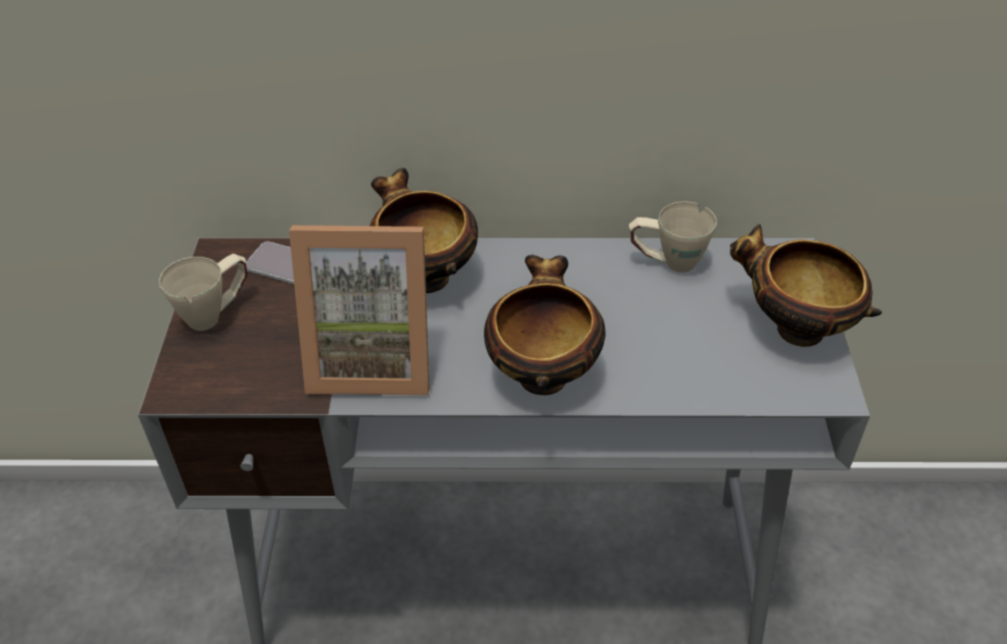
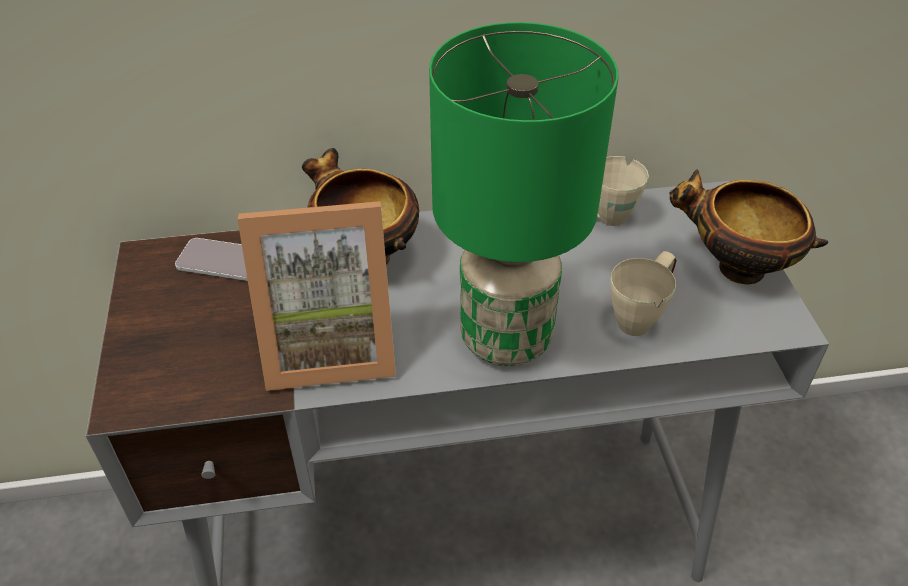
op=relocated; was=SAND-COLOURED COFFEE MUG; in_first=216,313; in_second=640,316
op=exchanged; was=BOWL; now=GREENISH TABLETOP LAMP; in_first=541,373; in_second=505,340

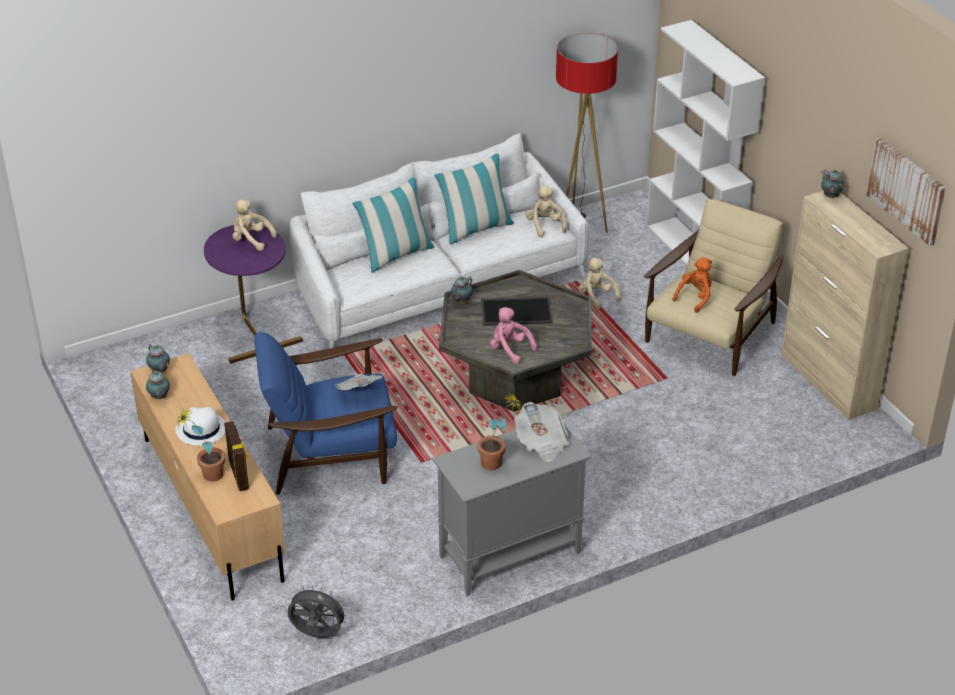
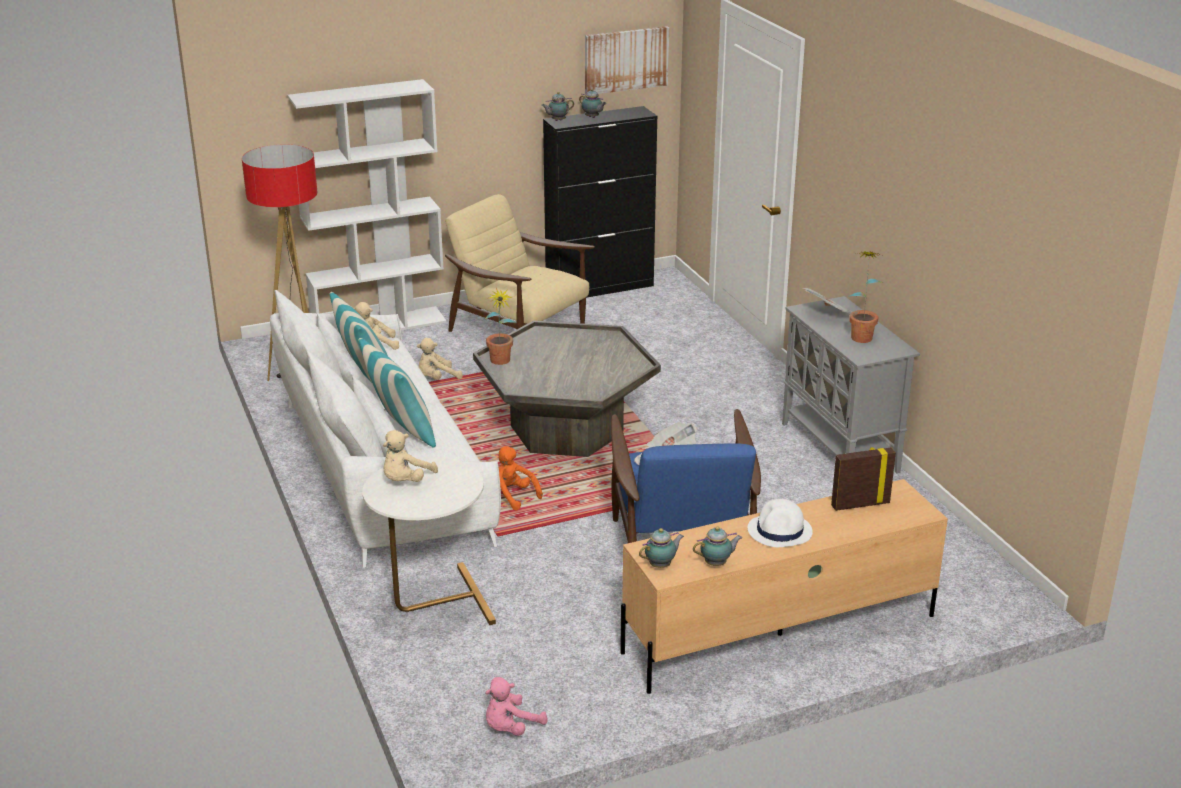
op=colour; was=SAND-COLOURED CUPBOARD; now=BLACK-COLOURED CUPBOARD; in_first=829,382; in_second=600,287
op=colour; was=PURPLE SIDE TABLE; now=WHITE-COLOURED SIDE TABLE; in_first=254,332; in_second=432,605
op=relocated; was=ORANGEY SOFT TOY; in_first=695,298; in_second=512,496
op=relocated; was=TEAPOT; in_first=461,301; in_second=592,117
op=missing; was=SERVING TRAY; in_first=517,311
op=relocated; was=PINK-COLOURED SOFT TOY; in_first=509,349; in_second=511,727
op=relocated; was=POTTED PLANT; in_first=206,475; in_second=500,363
op=missing; was=GREYISH ELECTRIC FAN; in_first=317,635

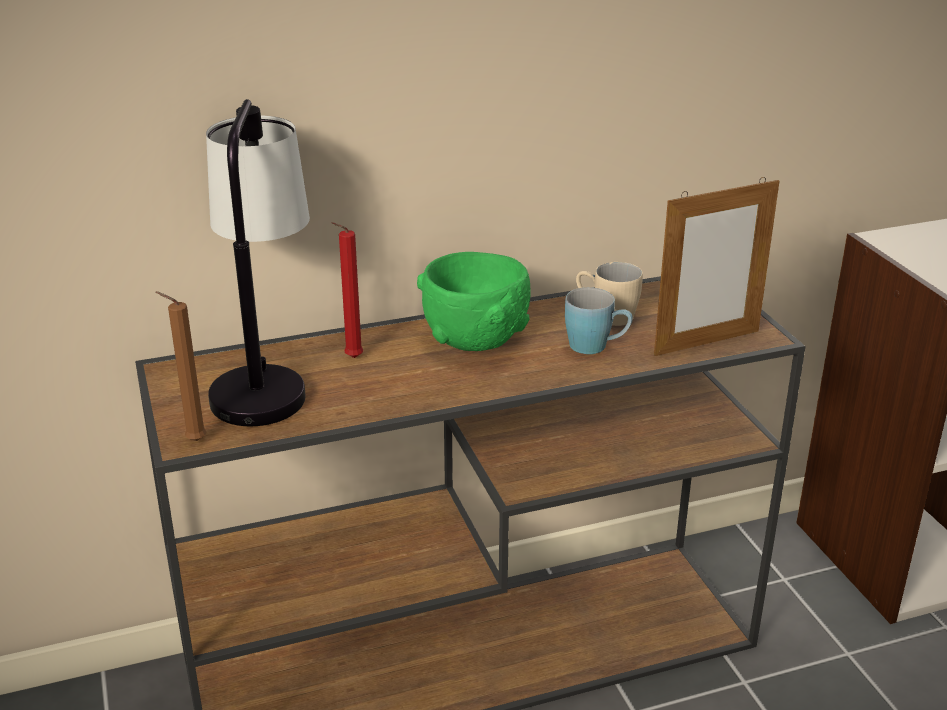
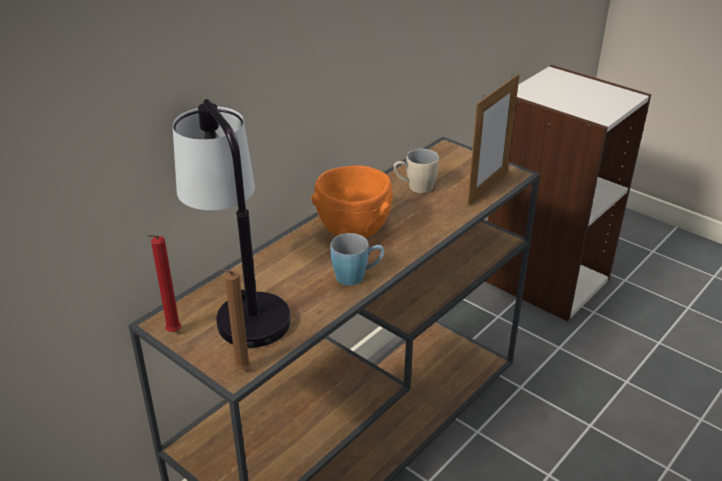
op=relocated; was=REDDISH WAX CANDLE; in_first=351,358; in_second=172,333
op=colour; was=GREENISH BOWL; now=ORANGEY BOWL; in_first=476,341; in_second=354,230
op=relocated; was=BLUE COFFEE MUG; in_first=596,347; in_second=357,276

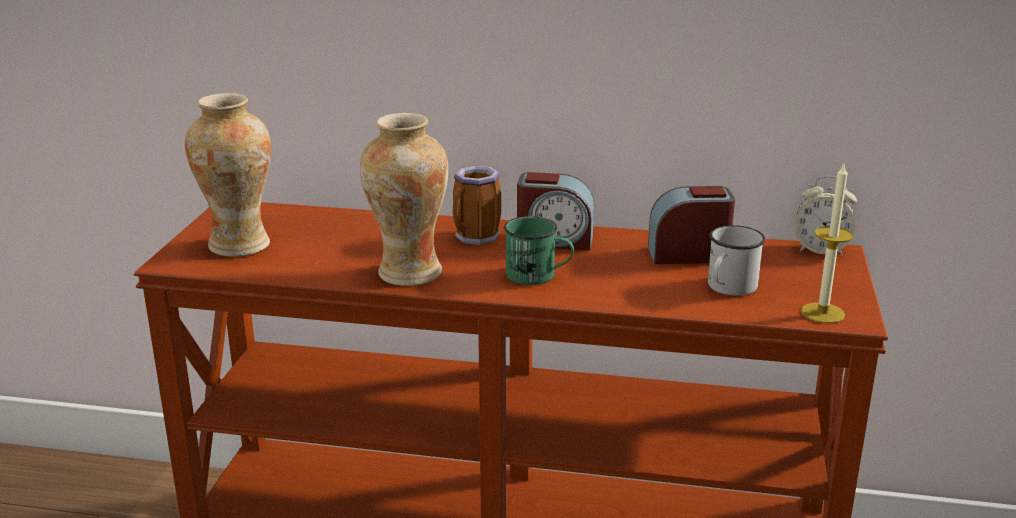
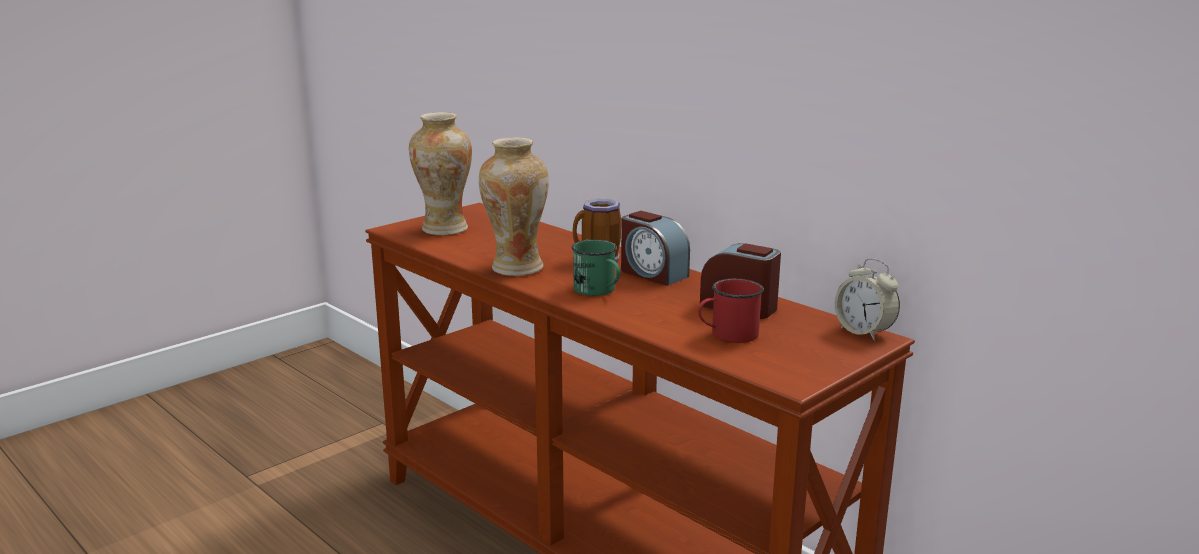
op=missing; was=WAX CANDLE; in_first=822,313
op=colour; was=WHITE-COLOURED COFFEE MUG; now=REDDISH COFFEE MUG; in_first=728,288; in_second=727,335

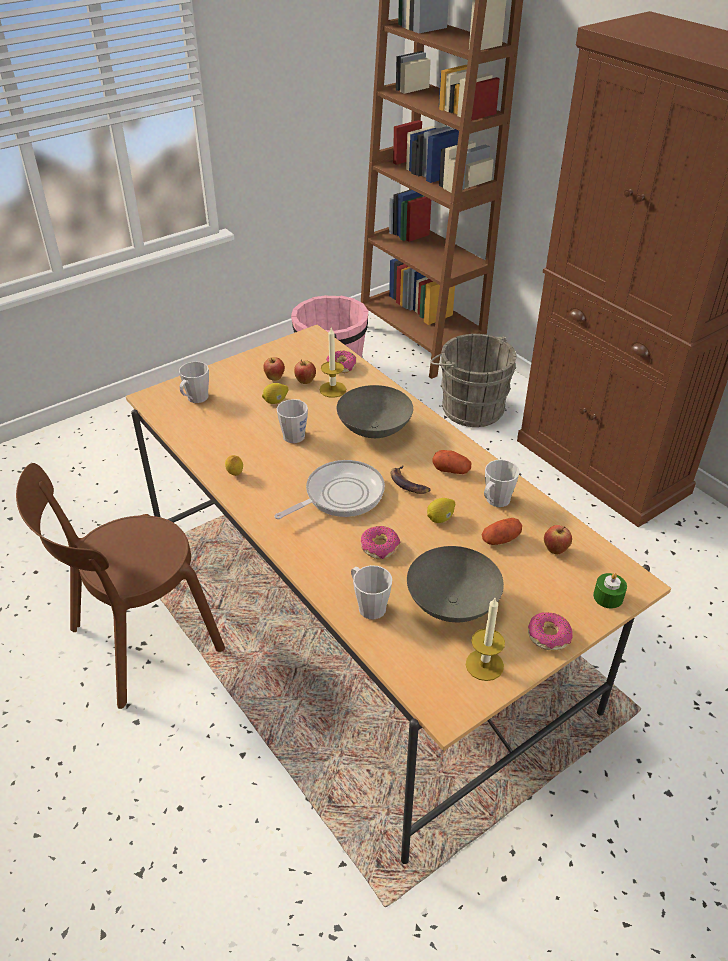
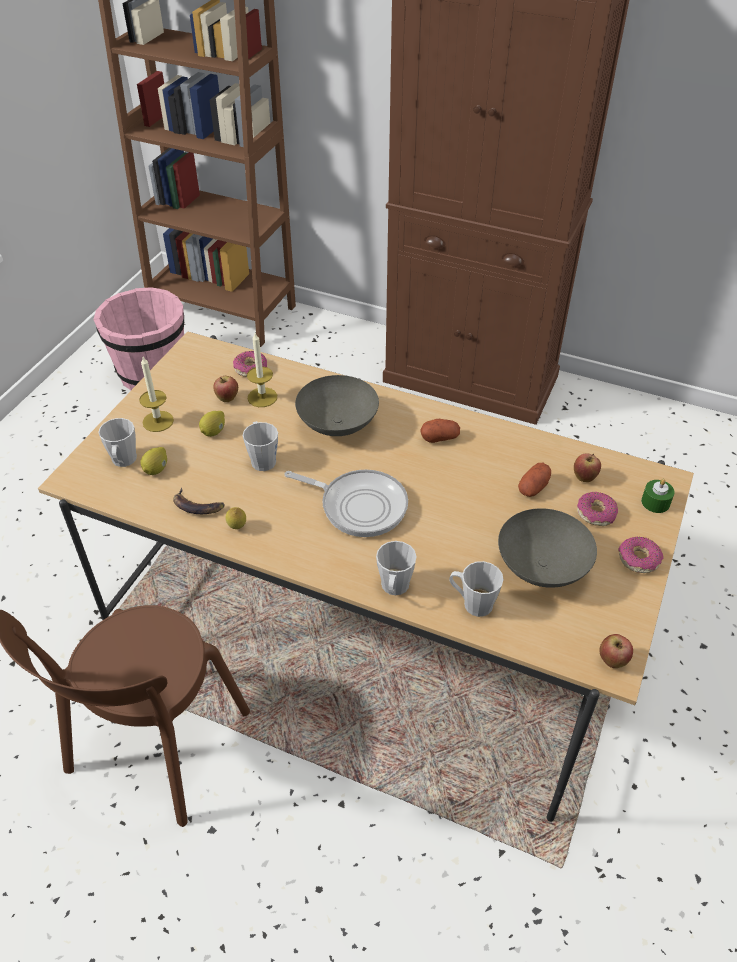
op=missing; was=GREYISH PAIL; in_first=469,407
op=relocated; was=APPLE FRUIT; in_first=274,378; in_second=612,661
op=spun; was=FRYING PAN; in_first=340,495; in_second=359,505; clockwise=90
op=relocated; was=GREYISH COFFEE MUG; in_first=495,501; in_second=394,588
op=relocated; was=BANANA; in_first=408,483; in_second=197,506
op=relocated; was=LEMON; in_first=440,518; in_second=156,469
op=relocated; was=RING DOUGHNUT; in_first=380,547; in_second=596,513
op=relocated; was=WAX CANDLE; in_first=484,665; in_second=158,421

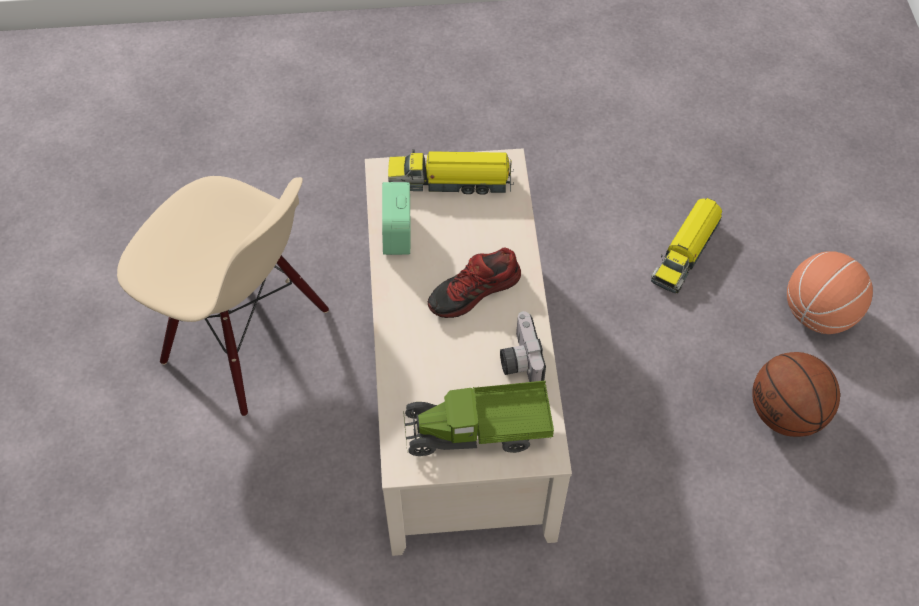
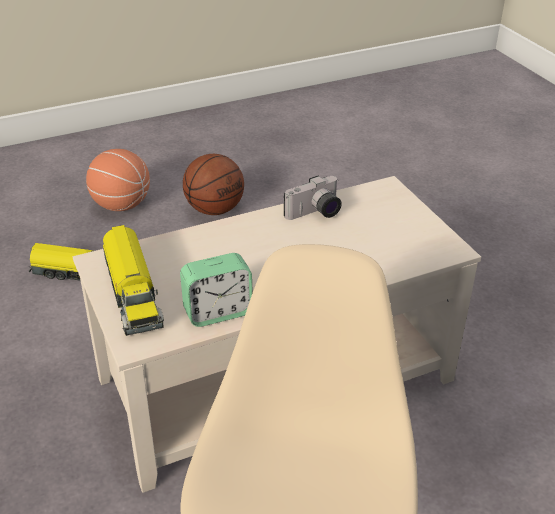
op=missing; was=LOW SHOE; in_first=474,292
op=missing; was=MODEL TRUCK; in_first=478,432

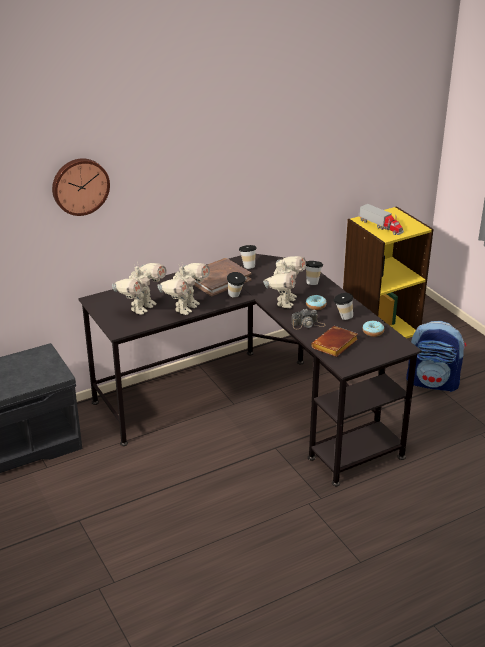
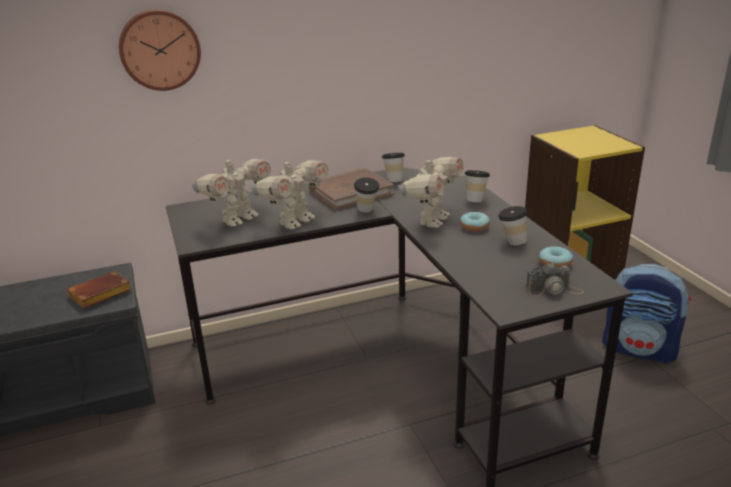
op=missing; was=MODEL TRUCK; in_first=381,226
op=relocated; was=PHOTO CAMERA; in_first=308,324; in_second=554,289
op=relocated; was=BROWN BOUND BOOK; in_first=335,346; in_second=100,295

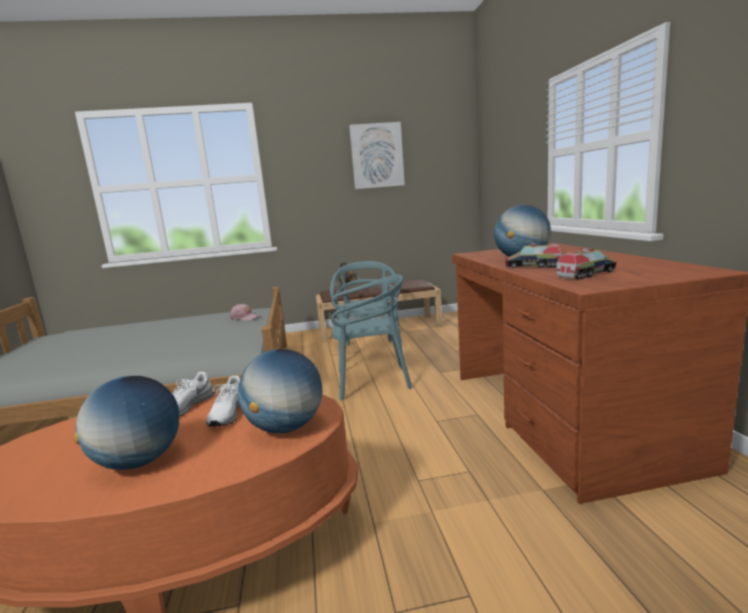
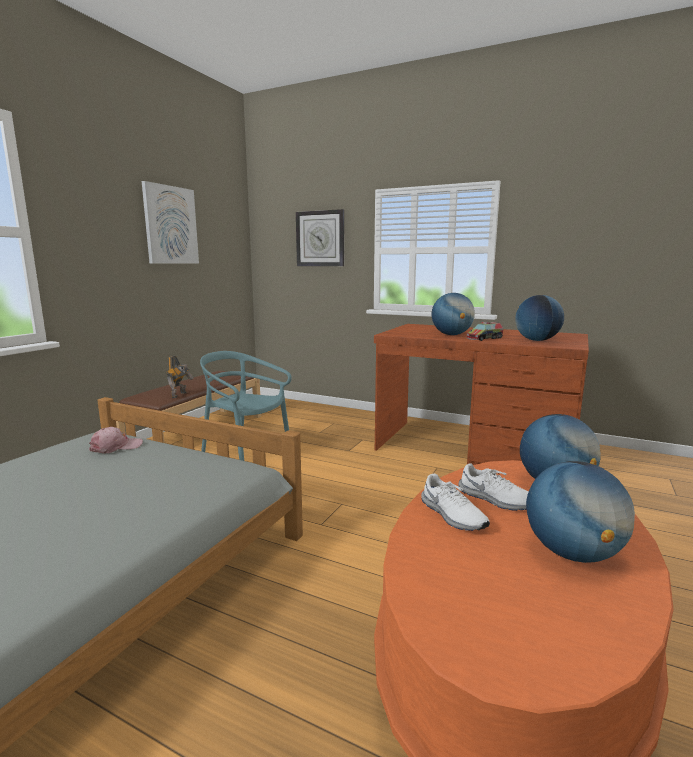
op=exchanged; was=MODEL TRUCK; now=GLOBE; in_first=586,274; in_second=537,340
op=missing; was=TURQUOISE-COLOURED PLAIN CHAIR; in_first=372,381
op=appeared; now=HANGING CLOCK; in_second=320,238

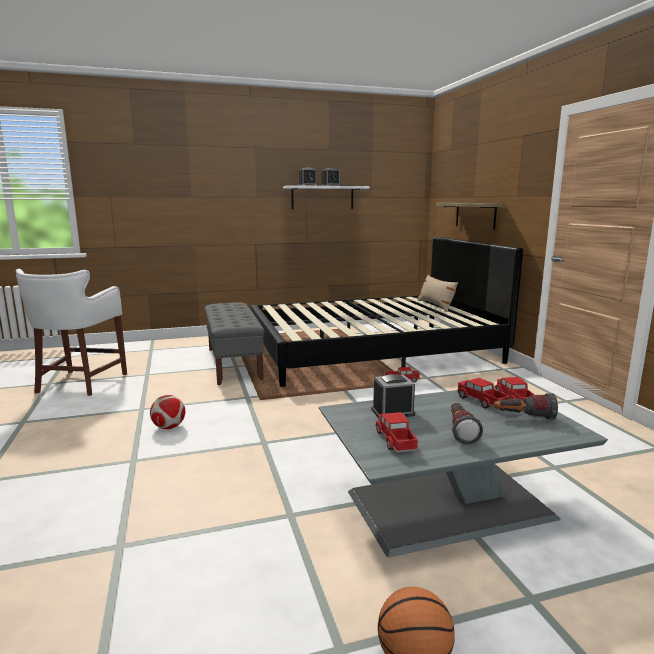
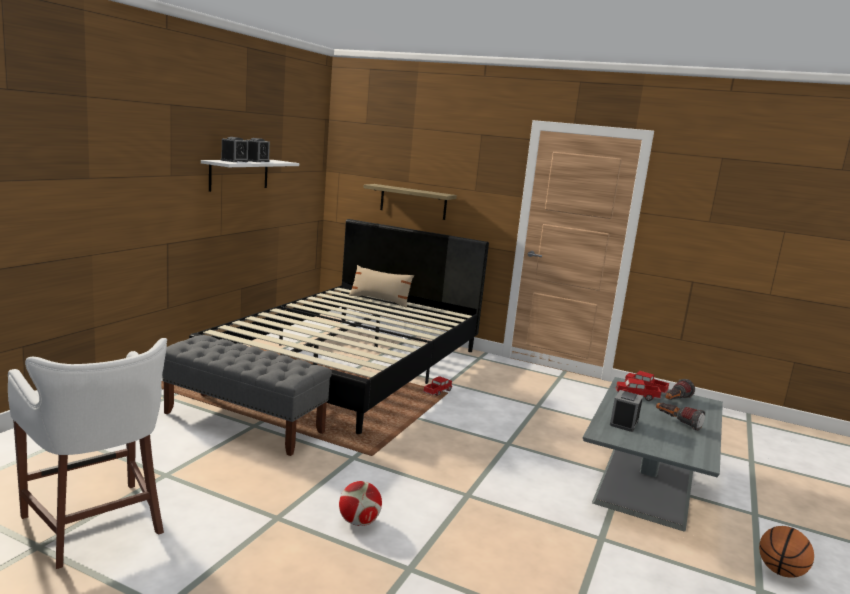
op=missing; was=MODEL TRUCK; in_first=395,441

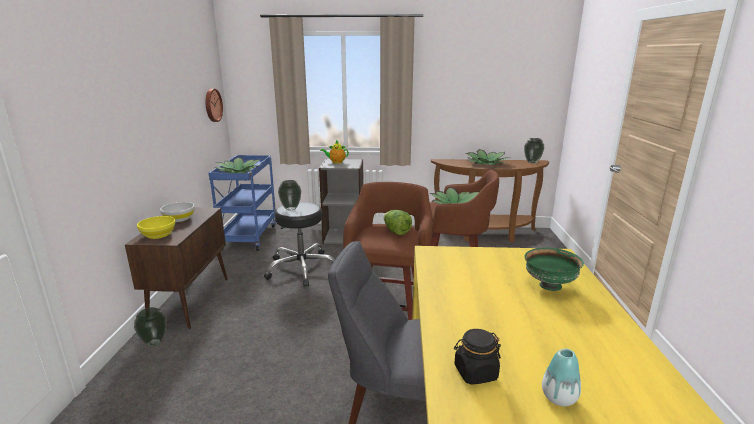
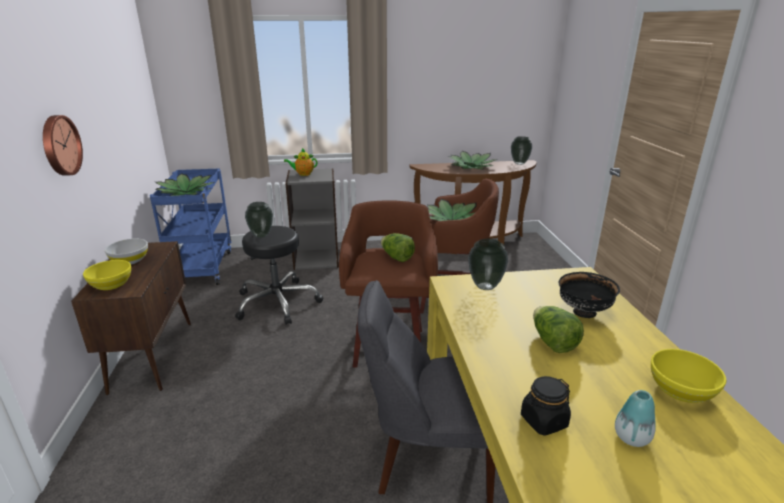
op=relocated; was=HANGING CLOCK; in_first=212,105; in_second=59,145
op=colour; was=GREENISH BOWL; now=BLACK-COLOURED BOWL; in_first=549,286; in_second=583,313
op=relocated; was=VASE; in_first=155,342; in_second=486,286
op=appeared; now=LETTUCE; in_second=552,342
op=appeared; now=YELLOW BOWL; in_second=681,390

